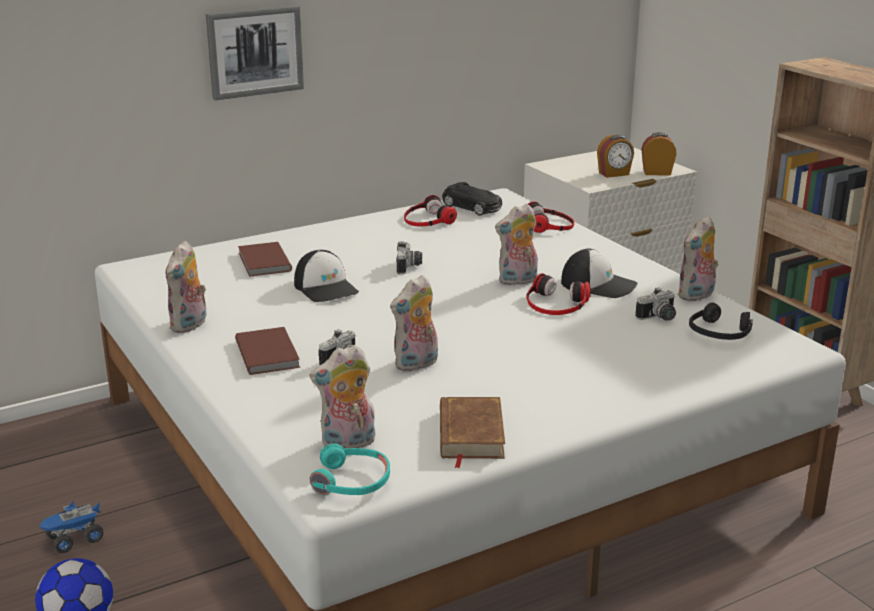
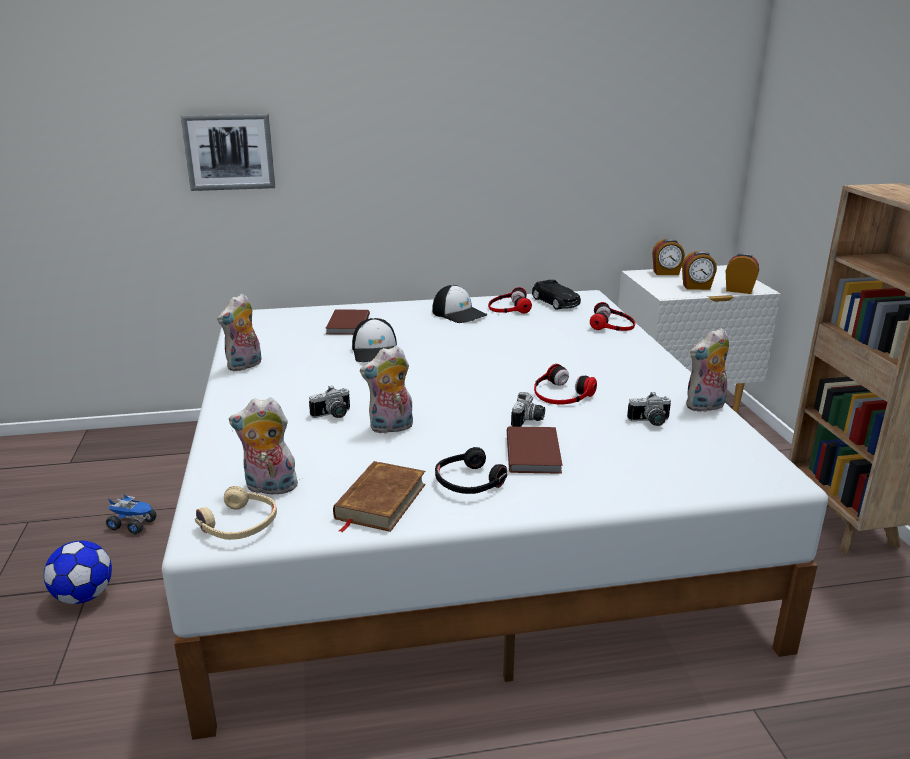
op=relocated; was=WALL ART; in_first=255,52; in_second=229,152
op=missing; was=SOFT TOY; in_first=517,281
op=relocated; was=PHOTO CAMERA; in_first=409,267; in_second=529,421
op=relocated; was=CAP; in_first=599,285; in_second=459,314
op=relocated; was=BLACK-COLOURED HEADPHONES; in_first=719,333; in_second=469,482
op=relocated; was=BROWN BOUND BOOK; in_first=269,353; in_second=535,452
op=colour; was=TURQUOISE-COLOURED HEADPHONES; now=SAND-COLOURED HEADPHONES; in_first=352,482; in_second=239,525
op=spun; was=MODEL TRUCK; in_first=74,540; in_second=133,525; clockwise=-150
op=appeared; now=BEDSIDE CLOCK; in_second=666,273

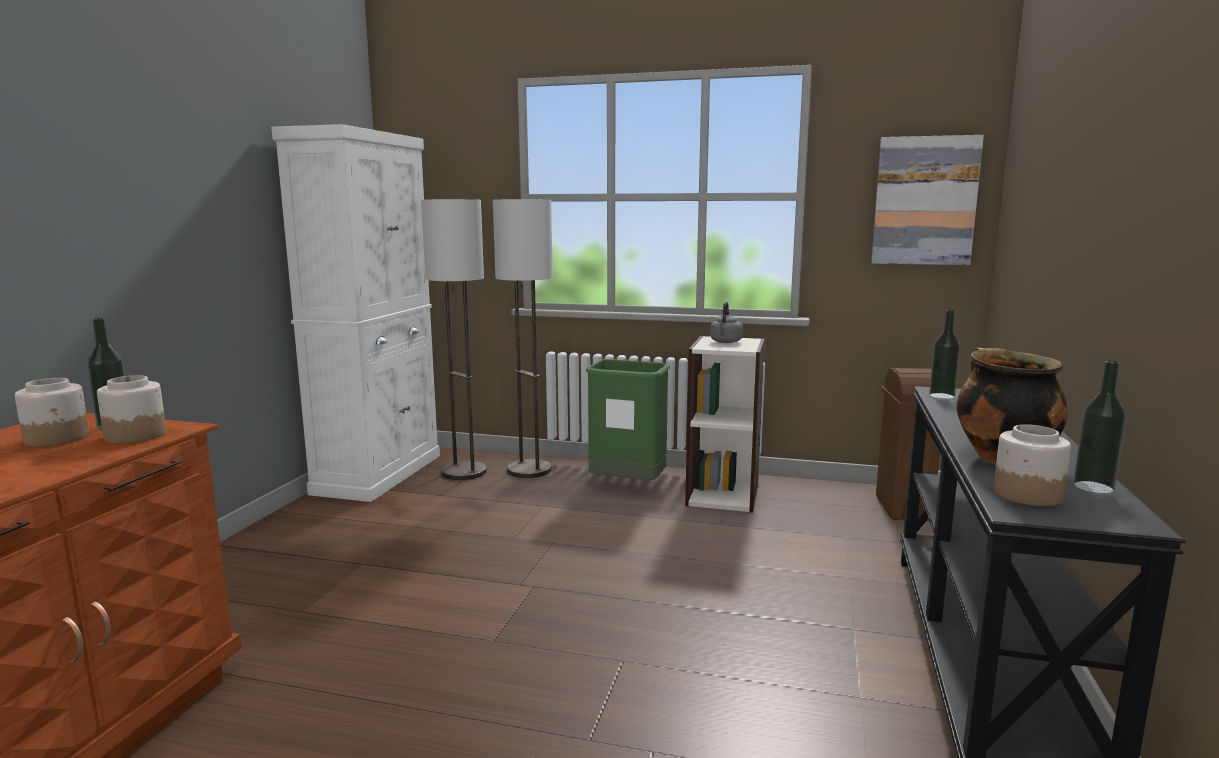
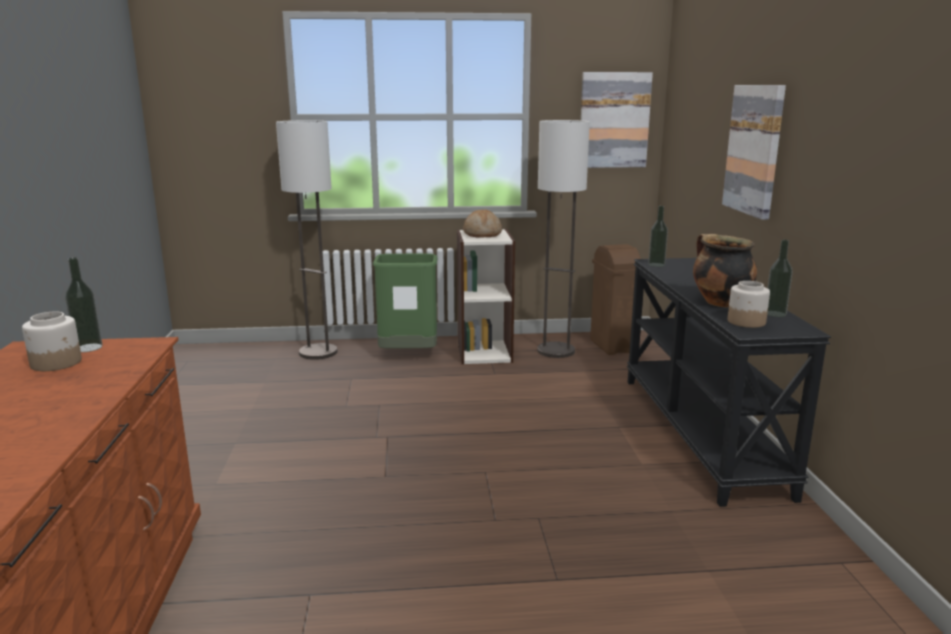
op=missing; was=WHITE-COLOURED CUPBOARD; in_first=379,474
op=relocated; was=FLOOR LAMP; in_first=464,472; in_second=556,351
op=exchanged; was=GREYISH WATER KETTLE; now=BREAD; in_first=725,342; in_second=482,234
op=missing; was=PRESERVE JAR; in_first=135,435
op=appeared; now=WALL ART; in_second=754,150

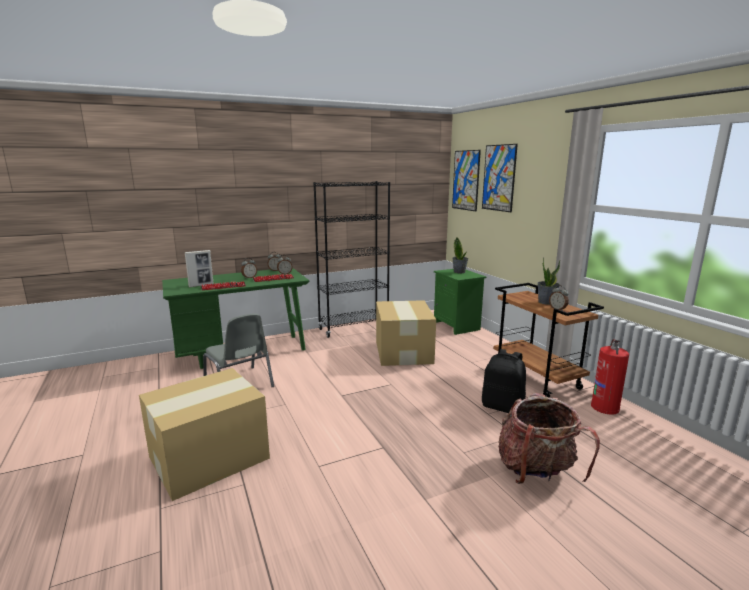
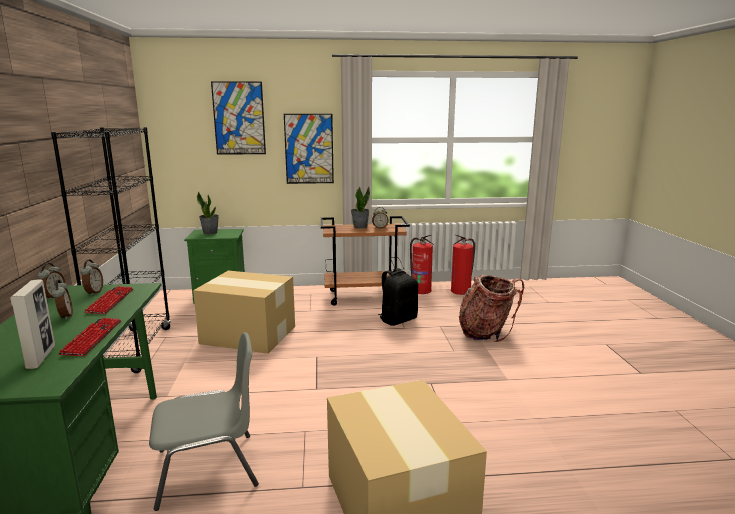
op=relocated; was=WALL ART; in_first=466,180; in_second=309,149
op=appeared; now=FIRE-FIGHTING CYLINDER; in_second=461,291

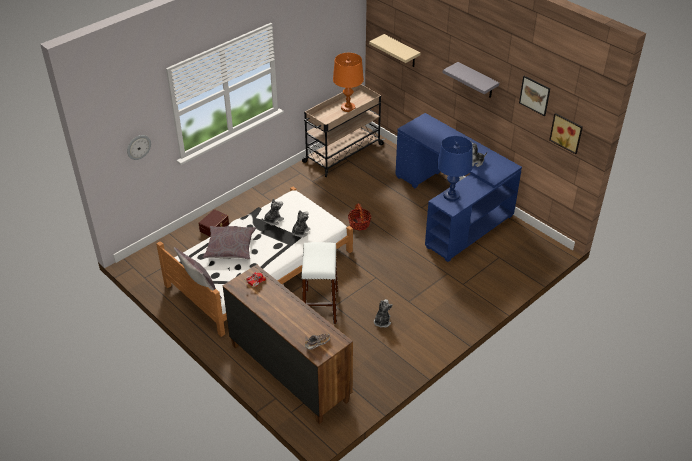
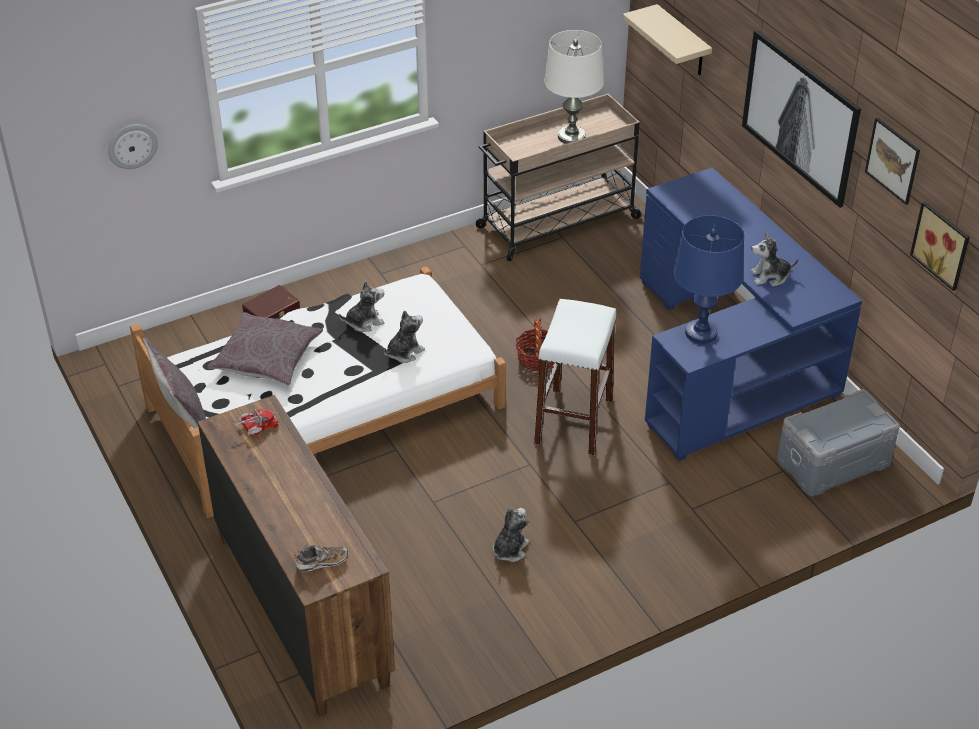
op=colour; was=ORANGEY TABLETOP LAMP; now=WHITE-COLOURED TABLETOP LAMP; in_first=348,108; in_second=571,137
op=exchanged; was=GREYISH SHELF; now=WALL ART; in_first=477,81; in_second=799,117
op=relocated; was=WHITE-COLOURED STOOL SEAT; in_first=320,306; in_second=573,421
op=appeared; now=GREYISH STORAGE BIN; in_second=833,463

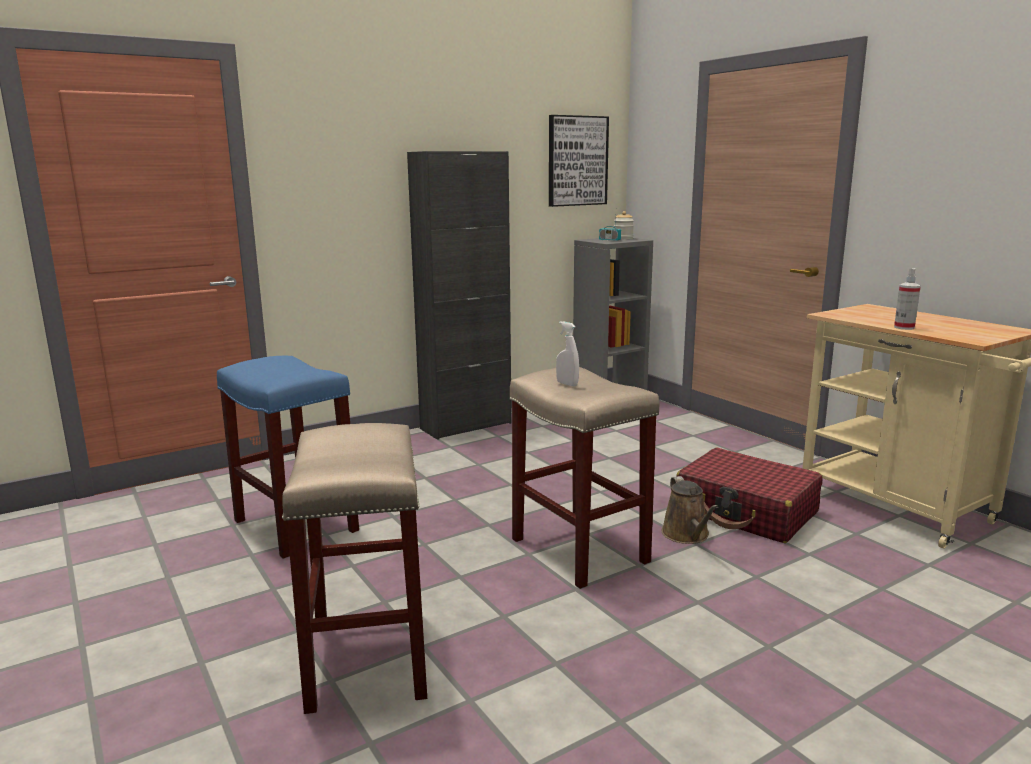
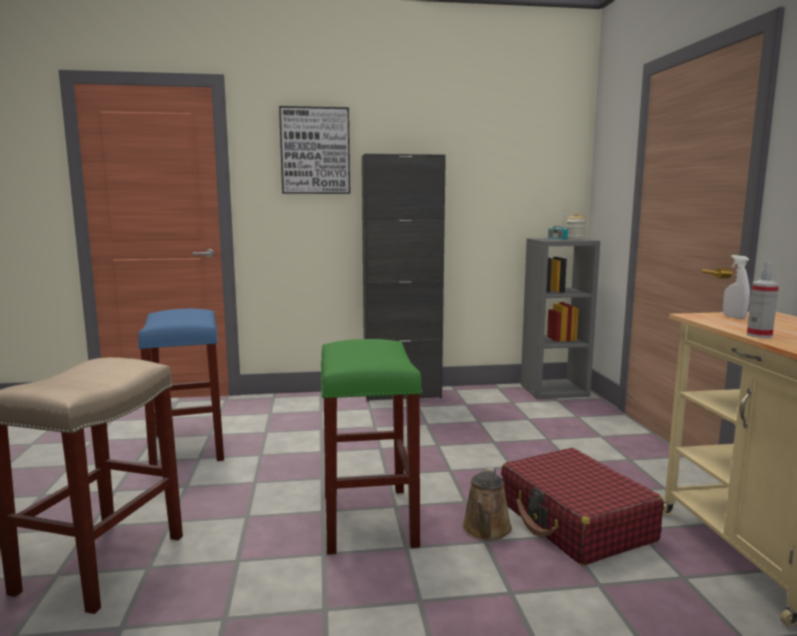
op=relocated; was=WALL ART; in_first=577,161; in_second=315,151
op=relocated; was=WHITE-COLOURED SPRAYER; in_first=567,384; in_second=734,317
op=colour; was=SAND-COLOURED STOOL SEAT; now=GREENISH STOOL SEAT; in_first=577,550; in_second=367,518

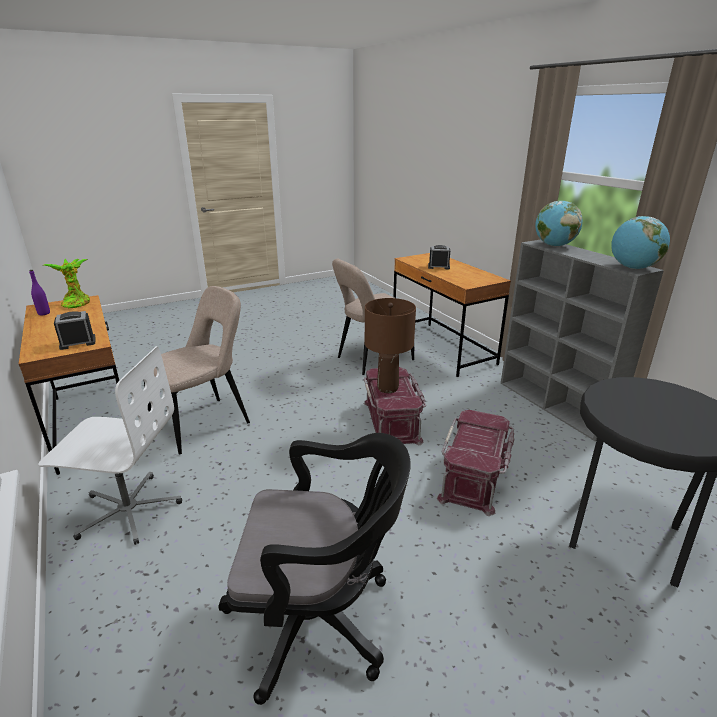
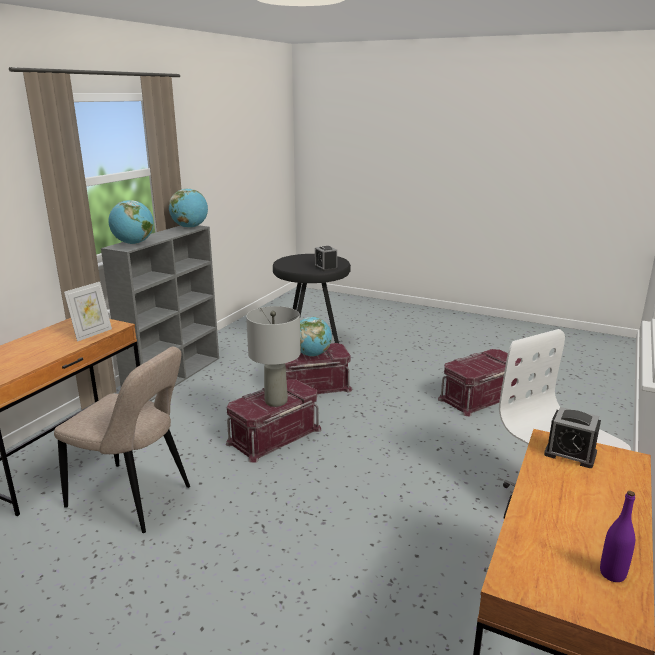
op=relocated; was=BEDSIDE CLOCK; in_first=438,266; in_second=325,267
op=missing; was=POTTED PLANT; in_first=76,303
op=missing; was=SAND-COLOURED PLAIN CHAIR; in_first=205,423
op=colour; was=BROWN TABLETOP LAMP; now=GREYISH TABLETOP LAMP; in_first=388,388; in_second=276,401
op=exchanged; was=BLACK-COLOURED DESK CHAIR; now=REDDISH STORAGE BIN; in_first=319,620; in_second=479,396
op=appeared; now=STANDING FRAME; in_second=92,334
op=appeared; now=GLOBE; in_second=312,354

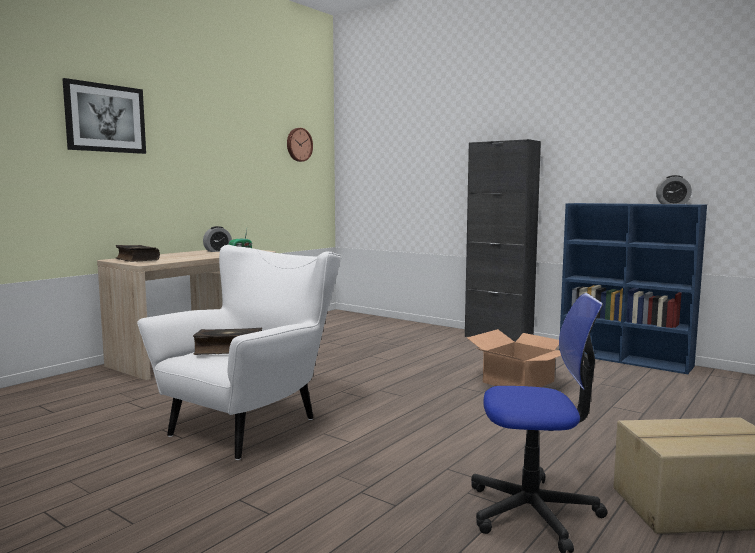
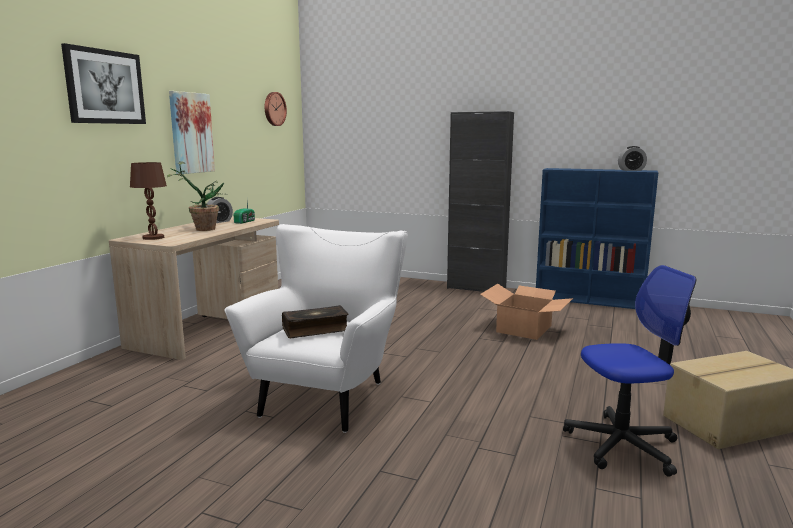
op=exchanged; was=BOUND BOOK; now=BROWN TABLETOP LAMP; in_first=136,260; in_second=153,238
op=appeared; now=WALL ART; in_second=191,133
op=appeared; now=POTTED PLANT; in_second=200,229

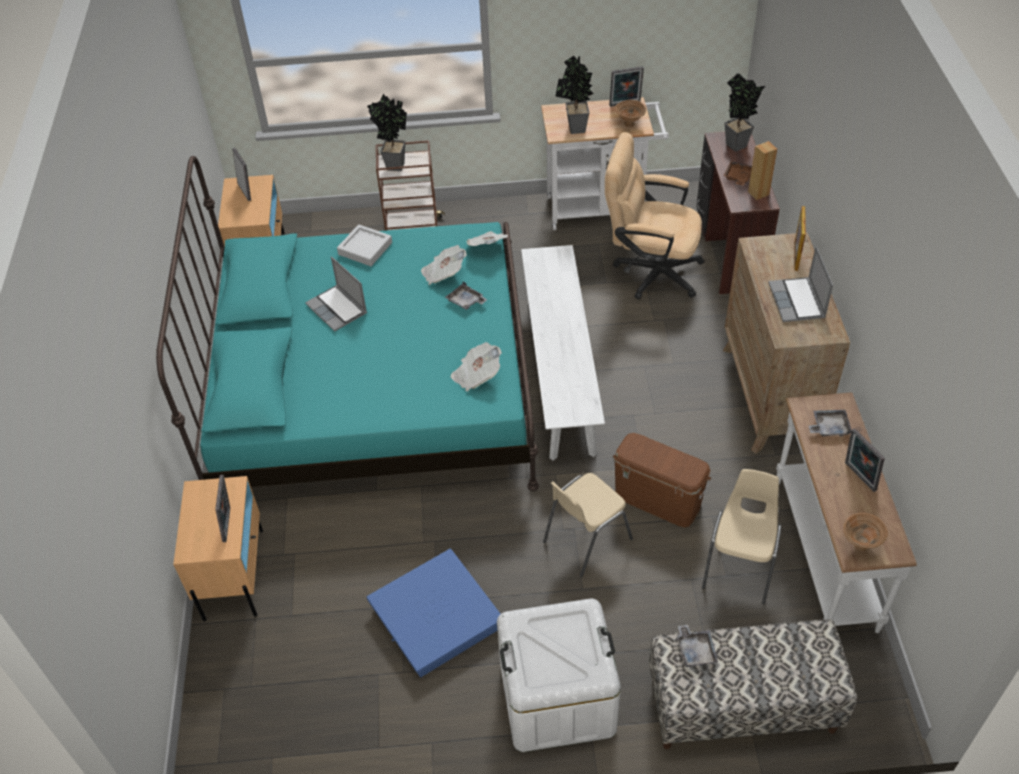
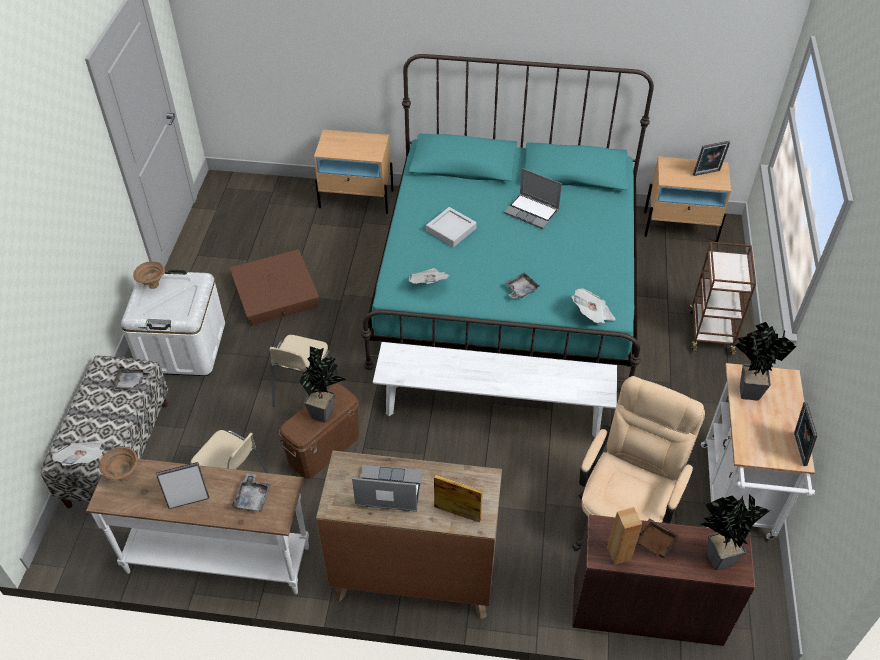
op=relocated; was=POTTED PLANT; in_first=393,165; in_second=325,412
op=relocated; was=BROWN BOWL; in_first=630,124; in_second=153,285
op=relocated; was=GREYISH SERVING TRAY; in_first=365,248; in_second=451,230
op=relocated; was=NEWSPAPER; in_first=443,274; in_second=84,459
op=spun; was=LAPTOP; in_first=338,309; in_second=532,212; clockwise=-120
op=spun; was=SAND-COLOURED PLAIN CHAIR; in_first=586,540; in_second=304,390; clockwise=-135
op=missing; was=STANDING FRAME; in_first=229,524
op=colour; was=BLUE STORAGE BIN; now=BROWN STORAGE BIN; in_first=435,618; in_second=276,293

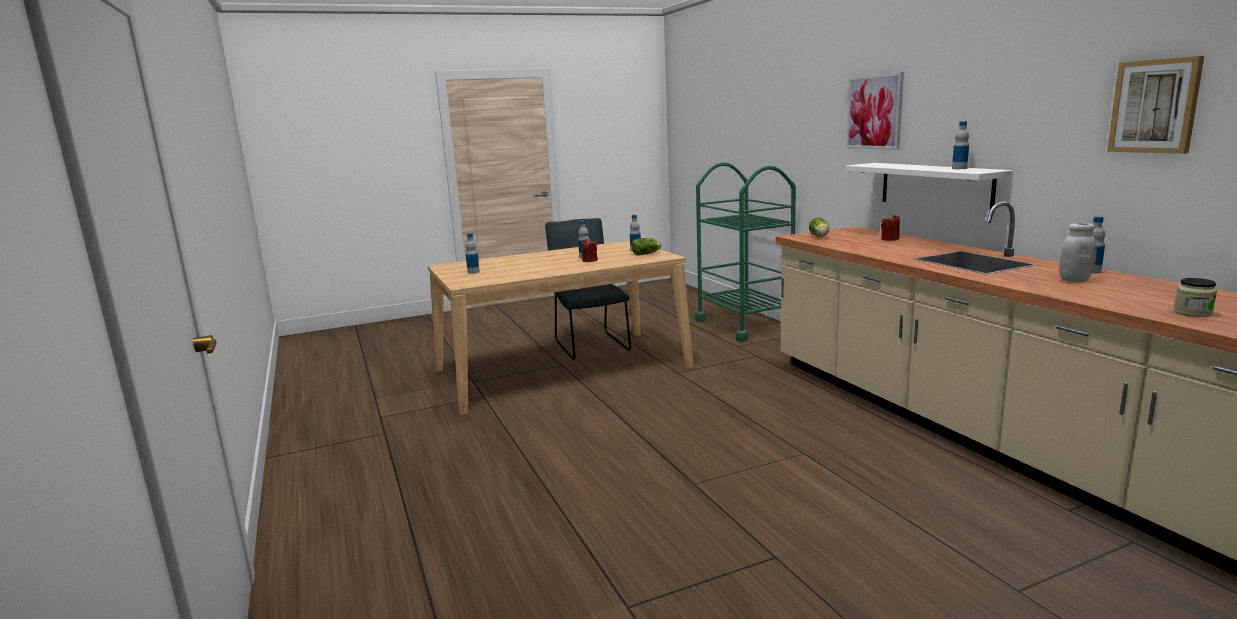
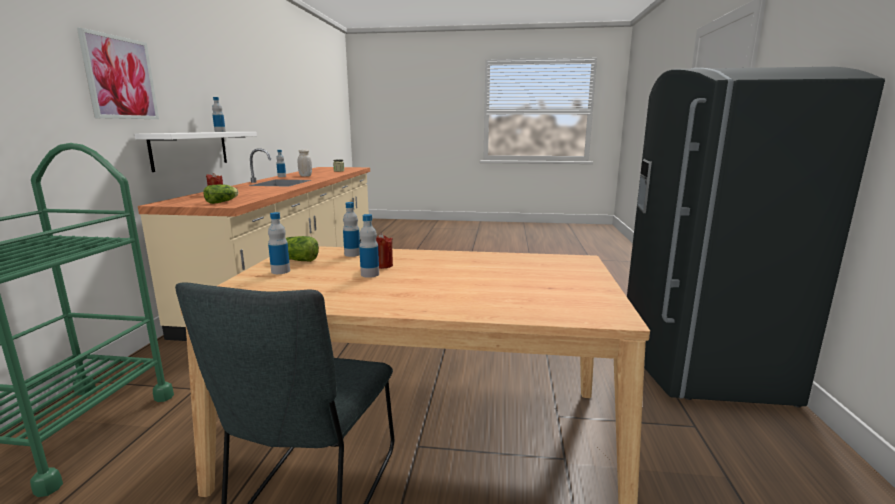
op=missing; was=WALL ART; in_first=1154,106
op=relocated; was=BOTTLE; in_first=473,272; in_second=352,254
op=appeared; now=GREYISH FRIDGE; in_second=694,359

